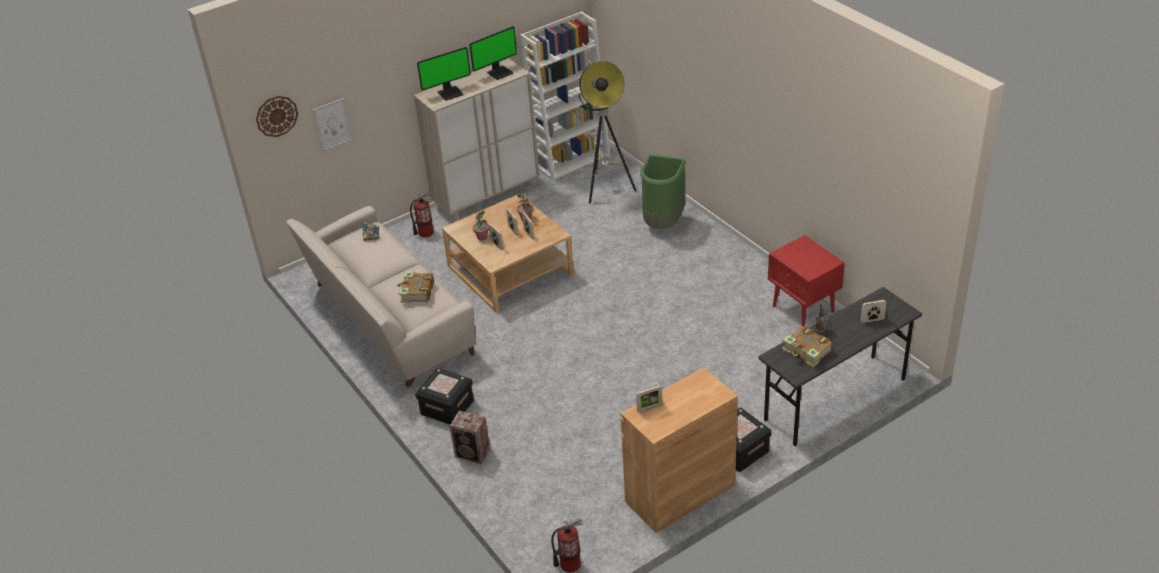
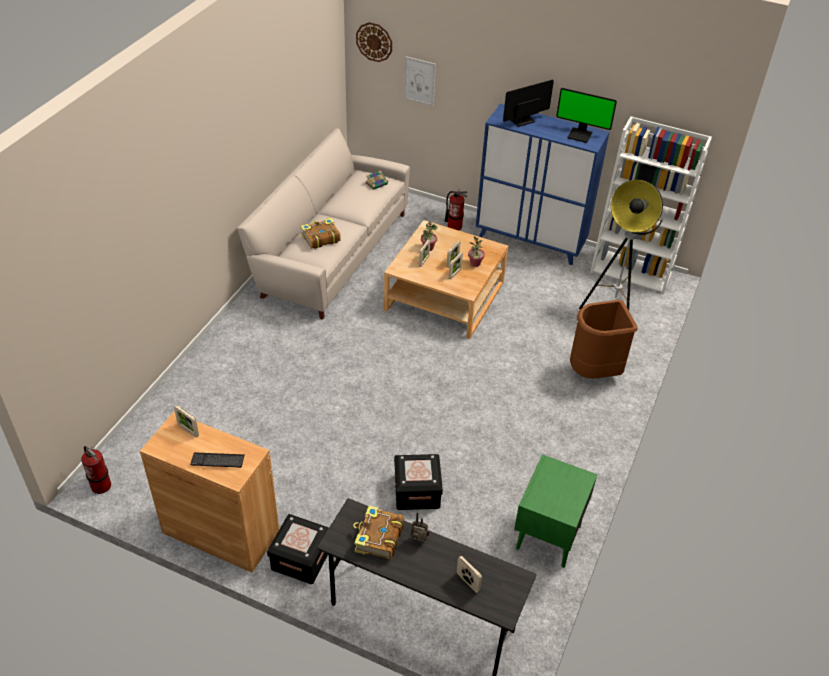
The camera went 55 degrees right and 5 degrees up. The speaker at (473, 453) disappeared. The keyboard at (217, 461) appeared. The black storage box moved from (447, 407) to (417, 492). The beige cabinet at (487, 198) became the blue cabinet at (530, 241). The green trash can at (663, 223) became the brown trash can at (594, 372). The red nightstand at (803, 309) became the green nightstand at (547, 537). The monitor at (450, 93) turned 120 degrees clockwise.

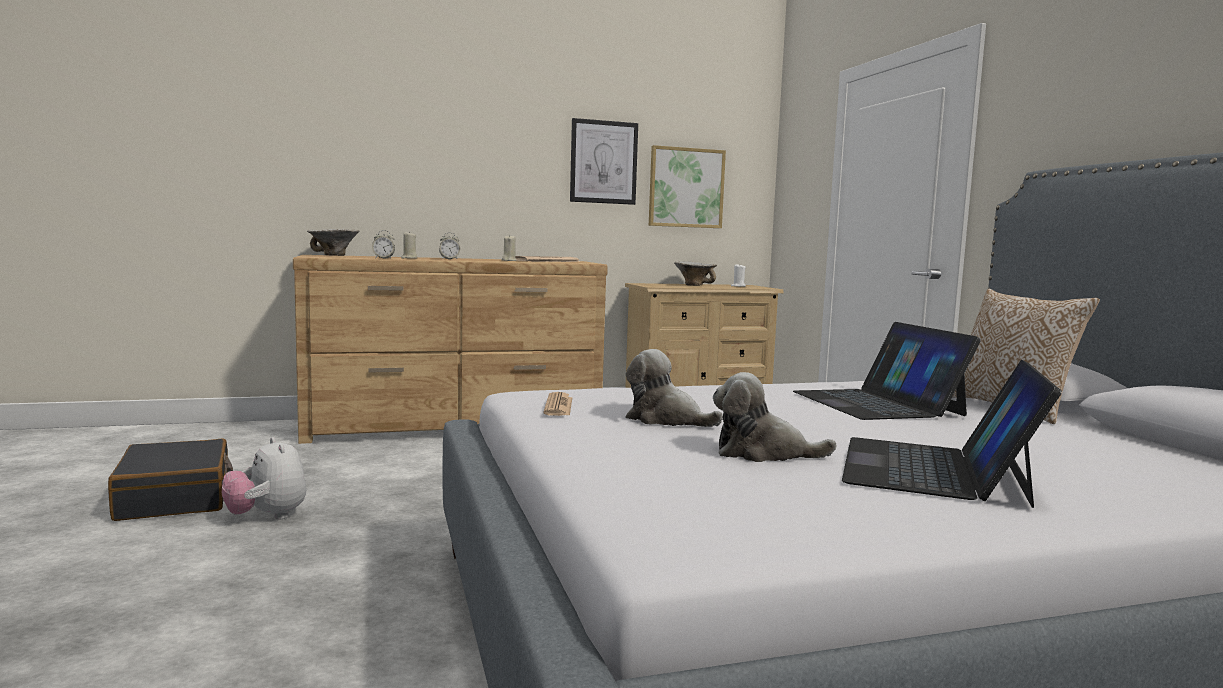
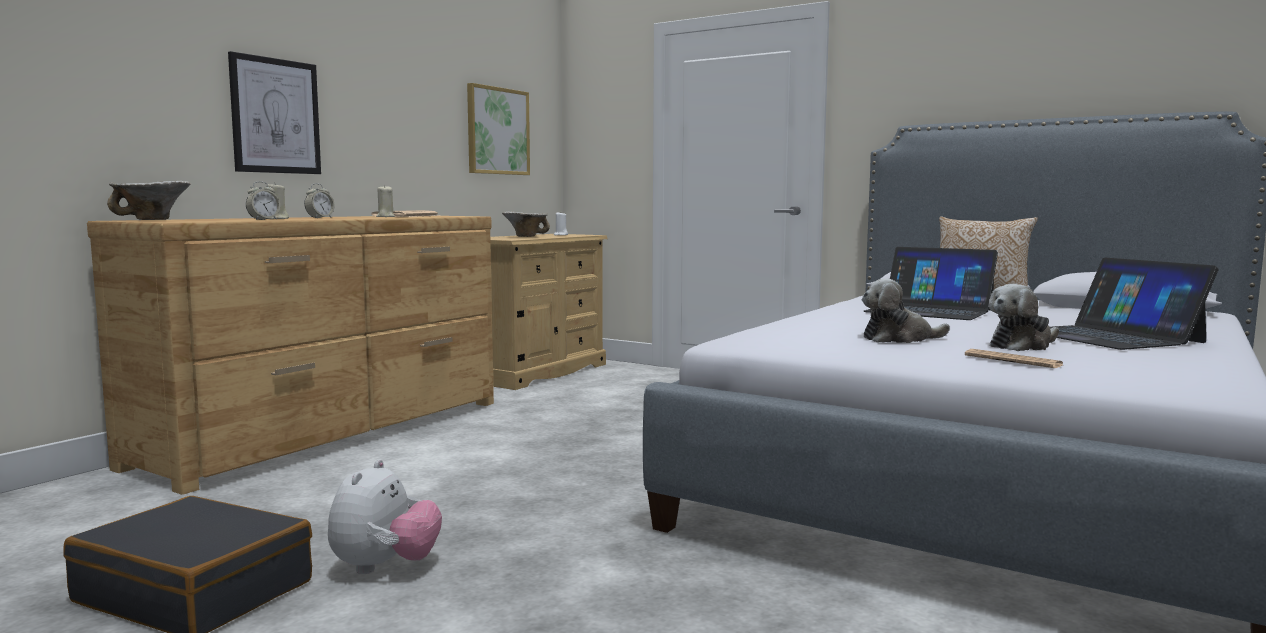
The camera went 40 degrees left and 0 degrees up. The newspaper moved from (558, 406) to (1013, 360). The picture moved from (603, 162) to (275, 116). The plush toy at (267, 517) turned 90 degrees counterclockwise.

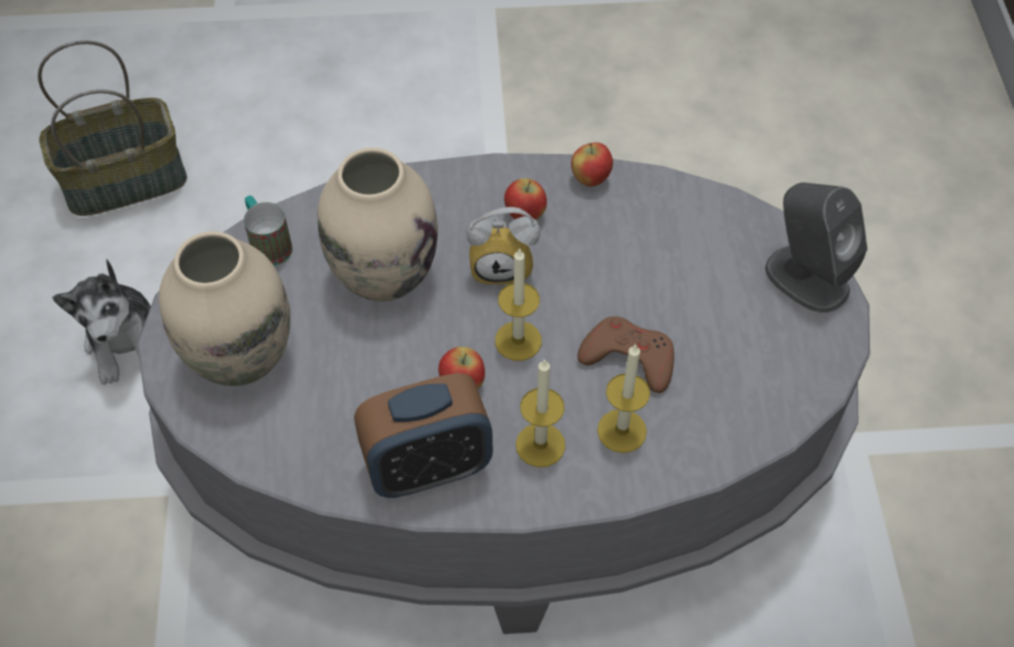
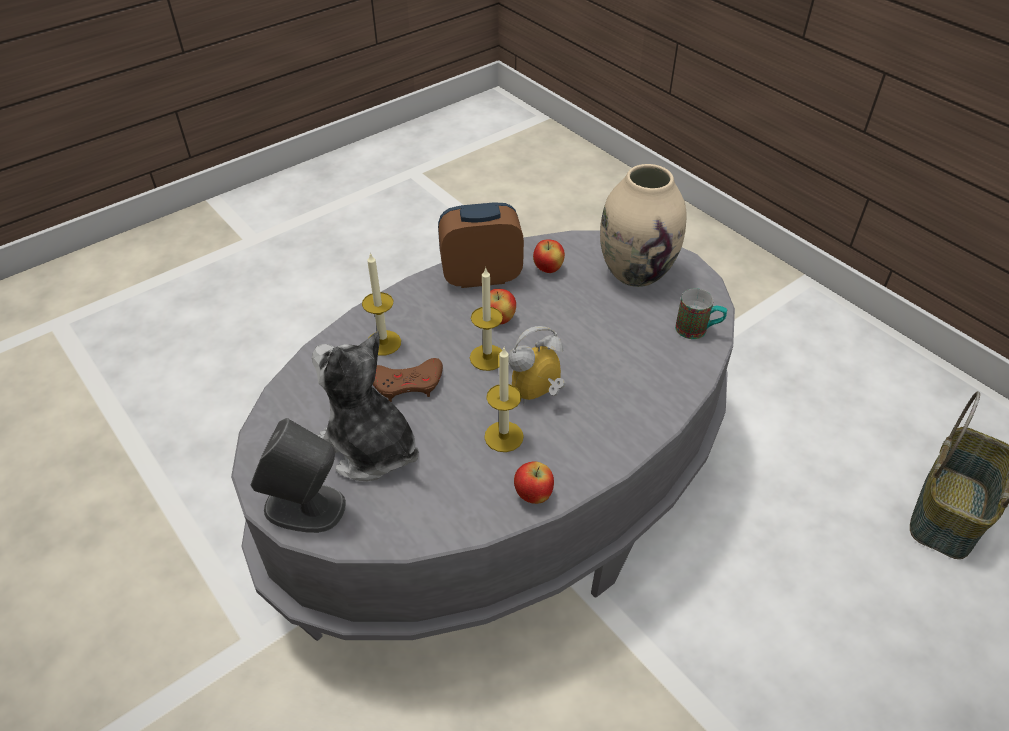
The camera went 145 degrees right and 10 degrees down. The beige vase at (384, 274) disappeared. The plush toy moved from (127, 341) to (369, 447). The apple moved from (525, 215) to (548, 269). The candle moved from (540, 445) to (504, 436). The alarm clock at (428, 467) turned 45 degrees clockwise.

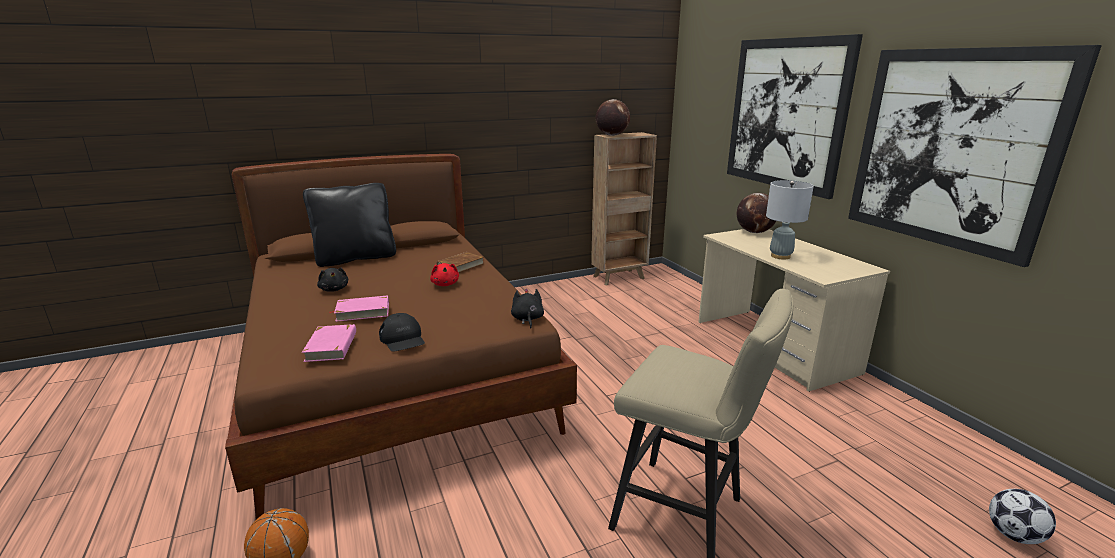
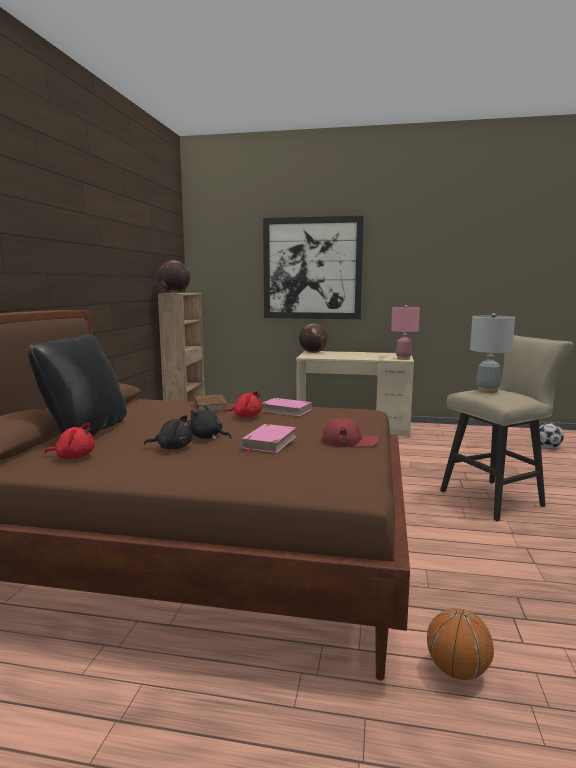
The camera went 55 degrees left and 10 degrees down. The picture at (951, 149) disappeared. The red plush toy at (74, 457) appeared. The pink table lamp at (403, 358) appeared. The pink book moved from (332, 346) to (286, 410). The black plush toy moved from (527, 319) to (207, 437). The grey table lamp moved from (780, 256) to (487, 390). The black cap at (403, 339) became the red cap at (350, 441).

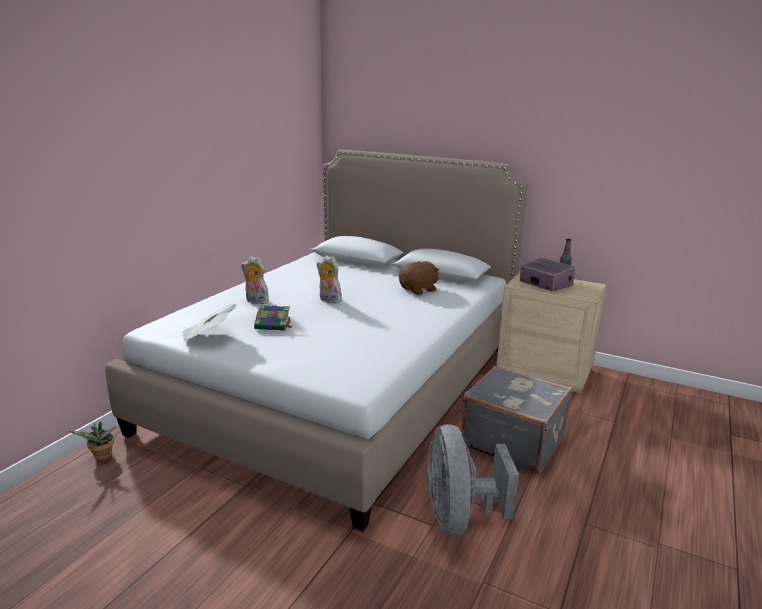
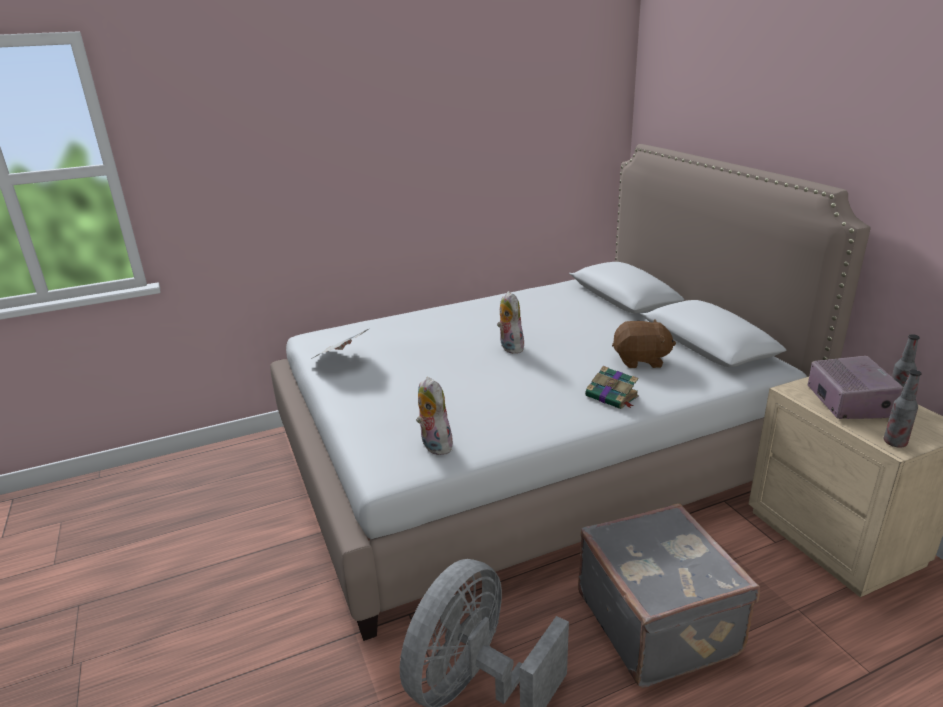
The camera went 40 degrees right and 5 degrees up. The potted plant at (102, 458) disappeared. The bottle at (894, 443) appeared. The plush toy moved from (255, 301) to (433, 445). The book moved from (273, 325) to (612, 397).

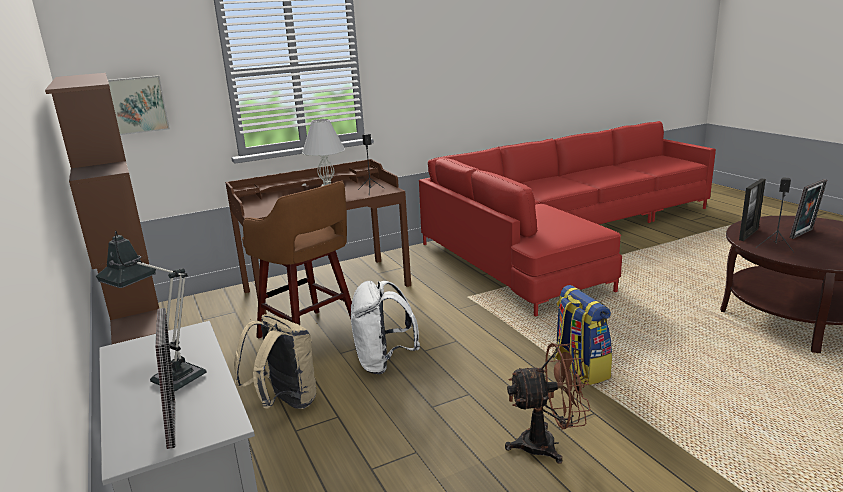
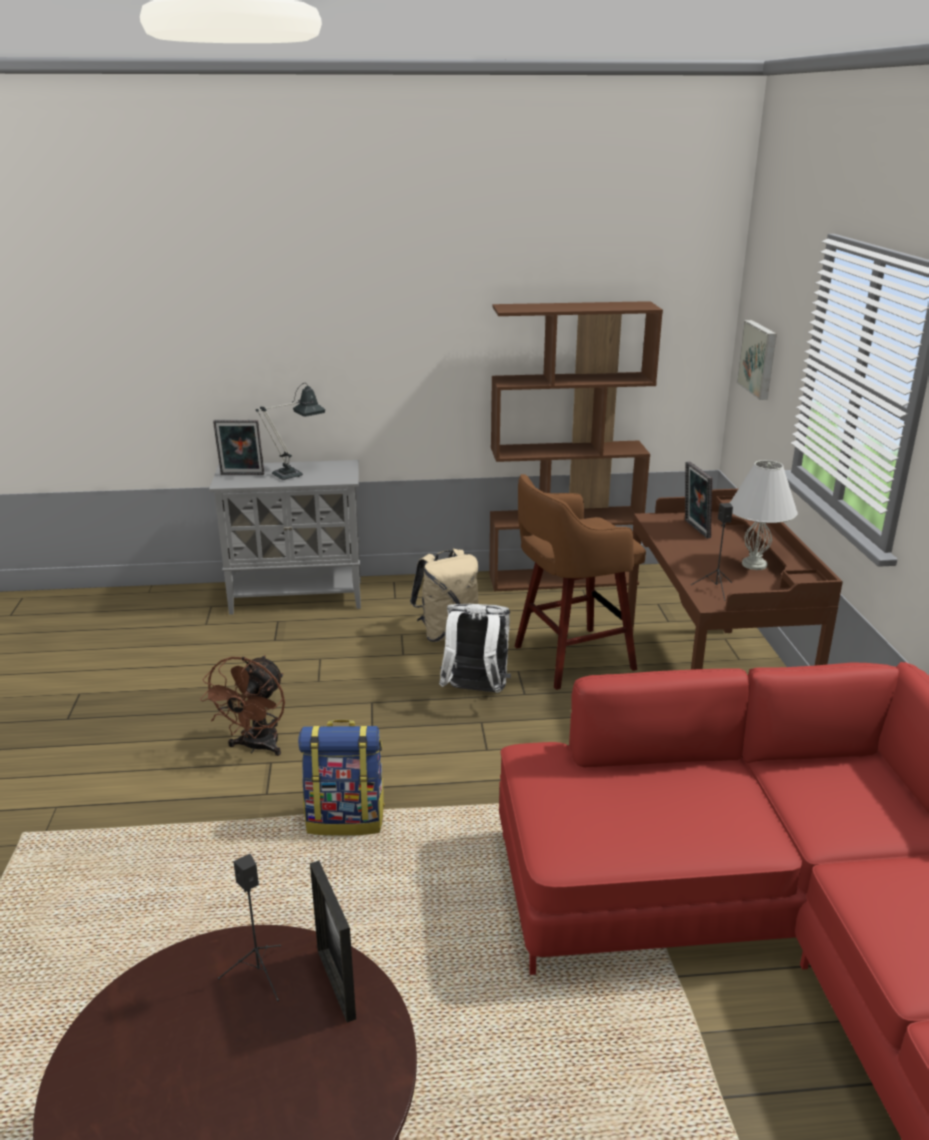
The camera went 110 degrees right and 5 degrees up. The picture frame moved from (803, 234) to (694, 529).

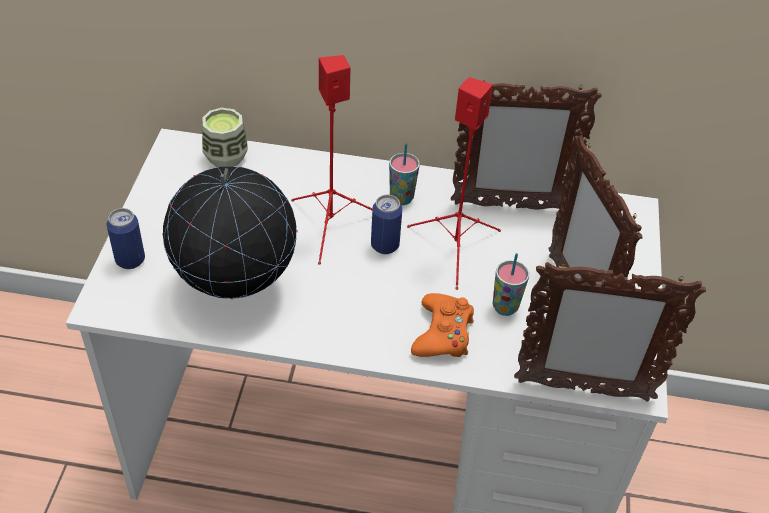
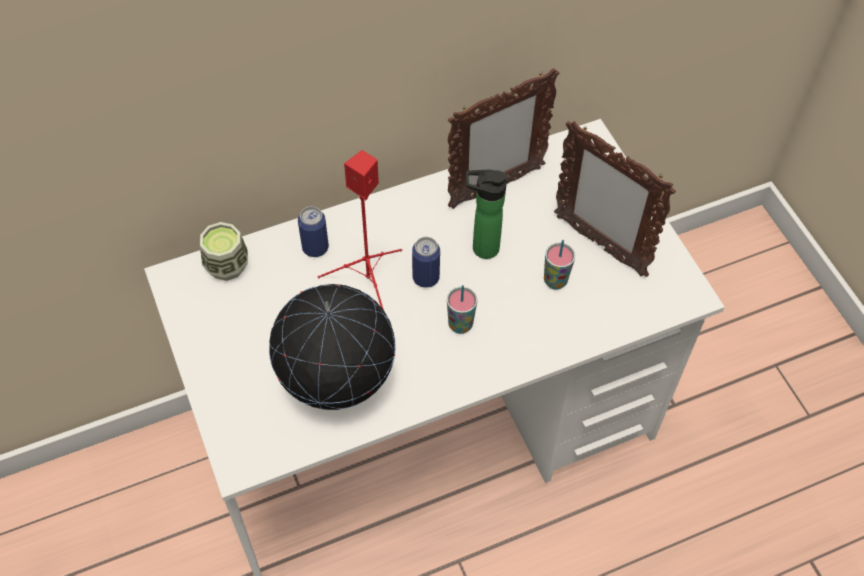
The camera went 30 degrees left and 10 degrees up. The orange game controller at (443, 334) disappeared. The picture frame at (582, 389) disappeared. The can moved from (130, 260) to (315, 248). The cup moved from (401, 198) to (460, 325). The red speaker at (455, 247) was replaced by the bottle at (481, 248).

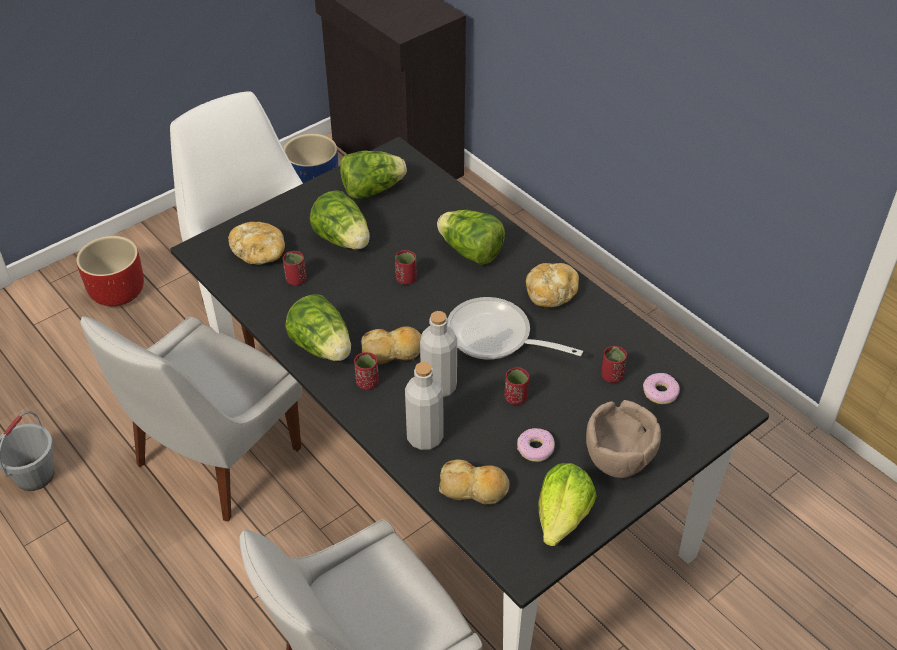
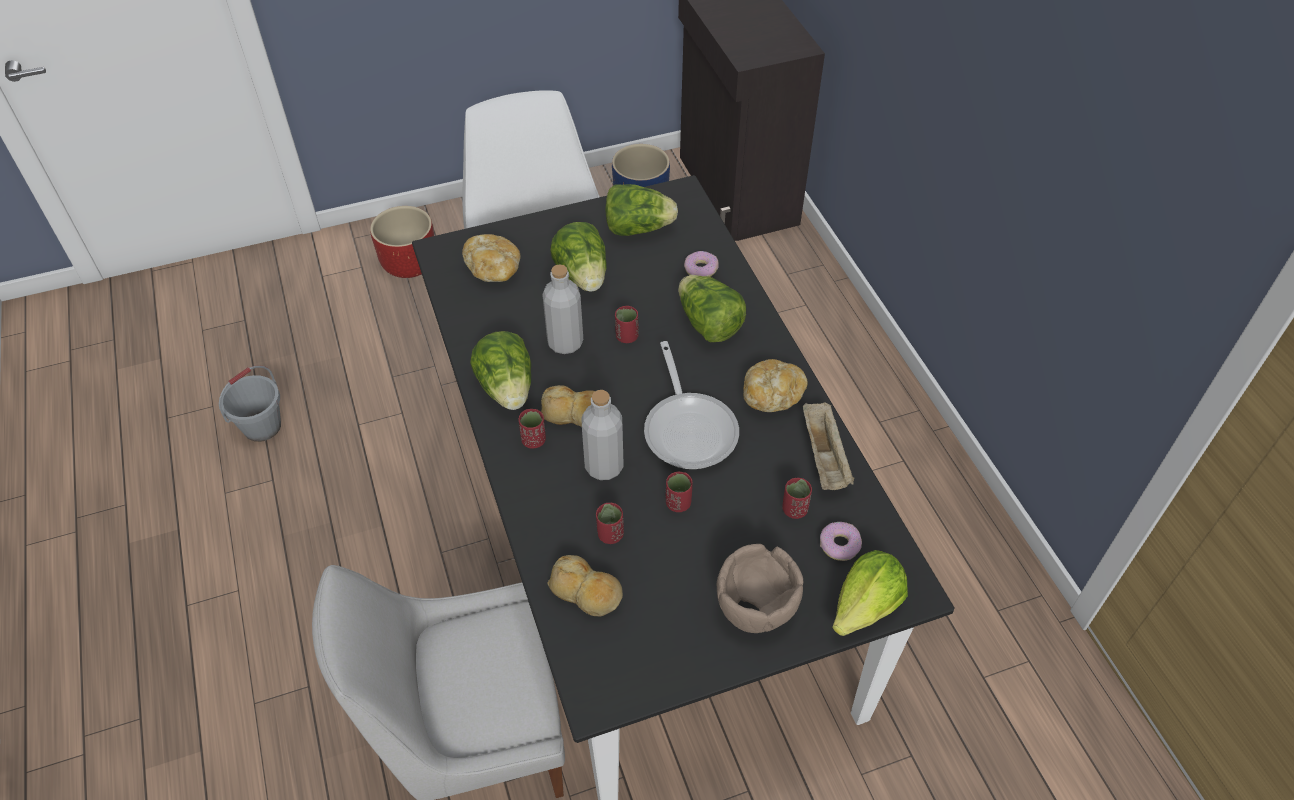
The camera went 20 degrees right and 5 degrees up. The white chair at (214, 461) disappeared. The beige tray at (825, 457) appeared. The red cup moved from (296, 279) to (610, 534). The grey bottle moved from (425, 437) to (565, 342). The donut moved from (535, 449) to (700, 269). The lettuce moved from (563, 517) to (865, 607). The frying pan at (495, 337) turned 150 degrees counterclockwise.

